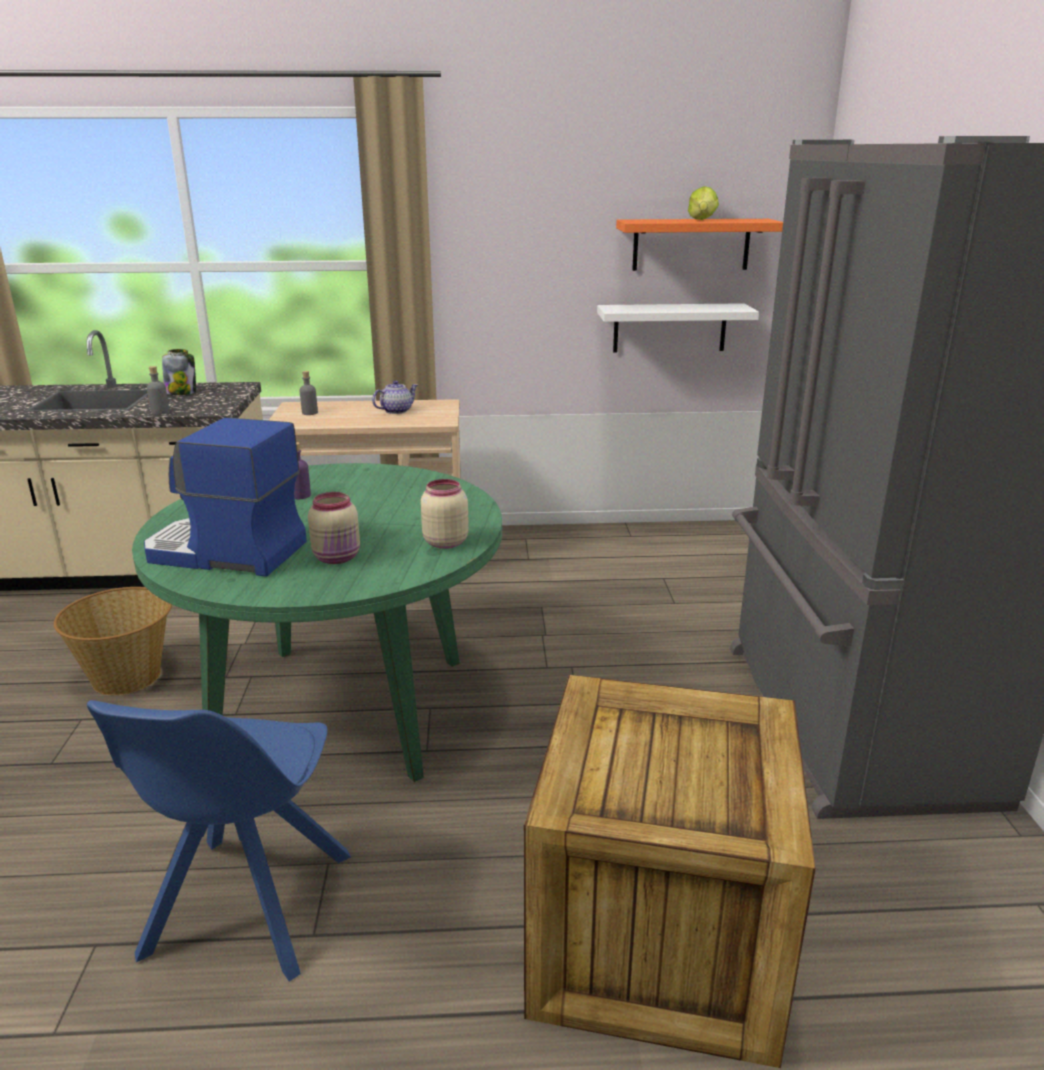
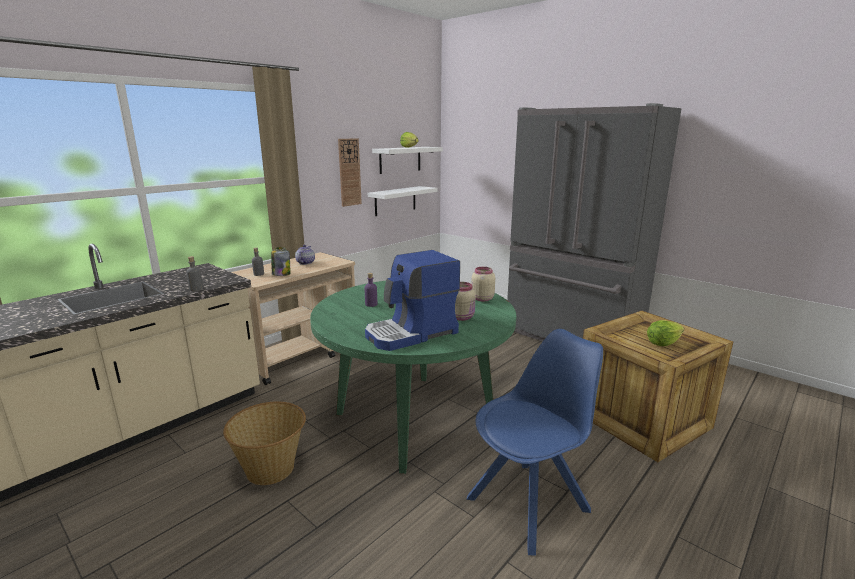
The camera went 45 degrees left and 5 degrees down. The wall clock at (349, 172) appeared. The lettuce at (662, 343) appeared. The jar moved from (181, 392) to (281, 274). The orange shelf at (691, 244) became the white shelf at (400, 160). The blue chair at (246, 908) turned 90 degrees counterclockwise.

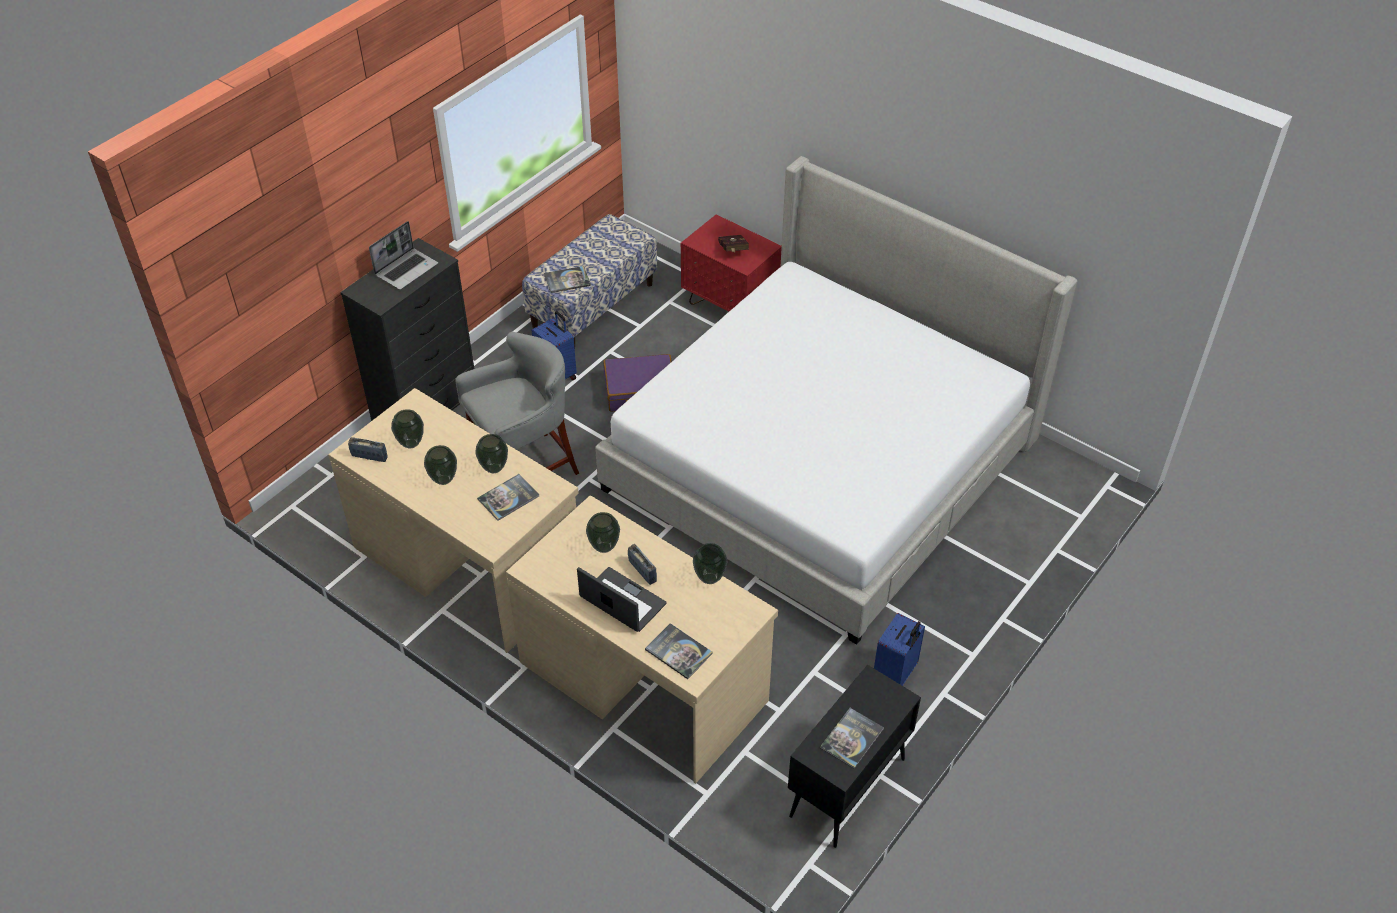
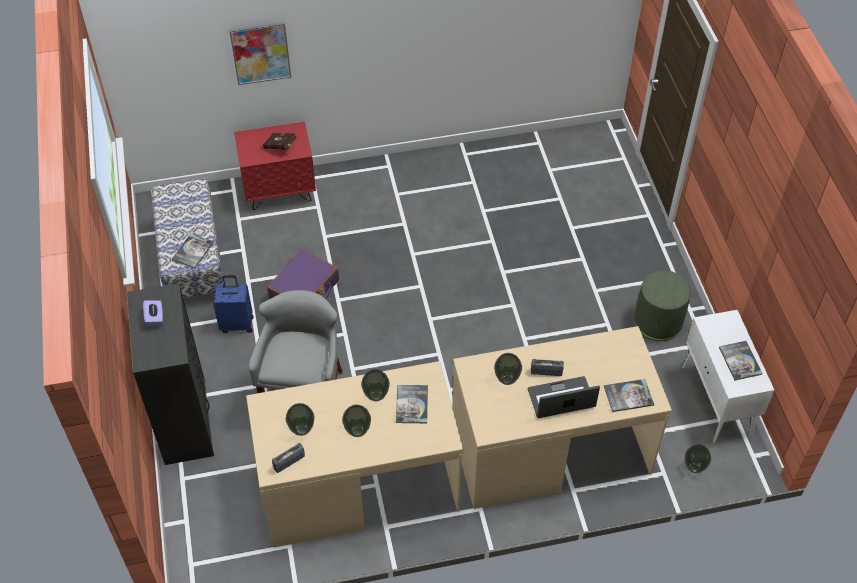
The camera went 50 degrees left and 5 degrees up. The bed at (821, 463) disappeared. The picture at (260, 53) appeared. The vase moved from (710, 579) to (694, 468). The laptop at (406, 269) was replaced by the purple tissue box at (155, 318). The blue suitcase at (895, 675) was replaced by the green ottoman at (658, 322). The black cabinet at (847, 788) became the white cabinet at (717, 401).

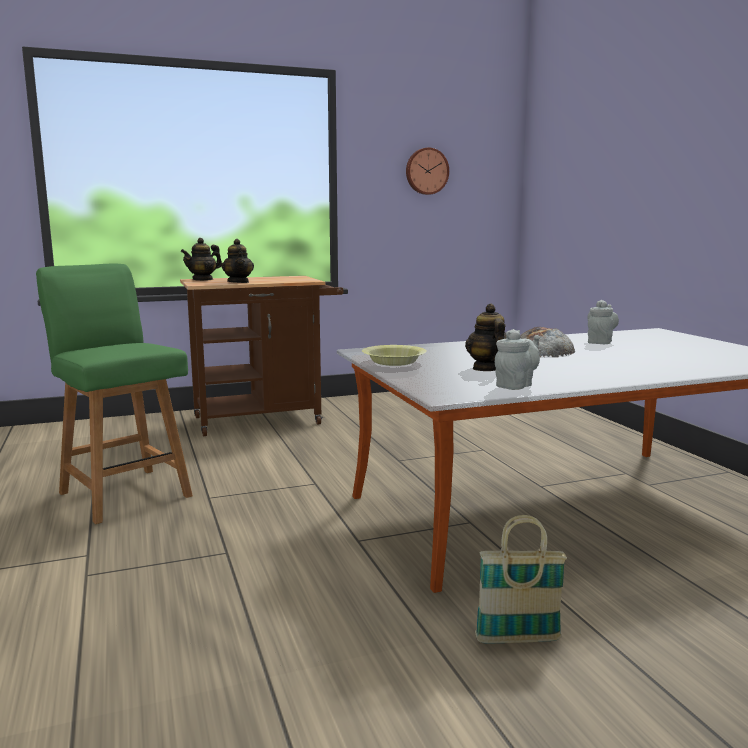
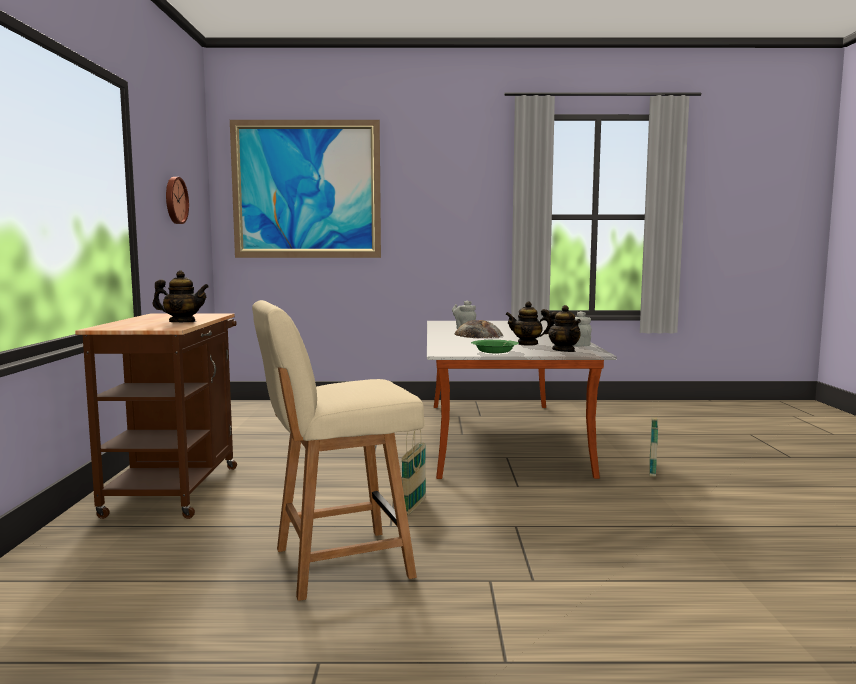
The camera went 70 degrees left and 5 degrees down. The picture at (306, 189) appeared. The basket at (414, 506) appeared. The teapot moved from (203, 279) to (564, 350). The green chair at (124, 493) became the beige chair at (339, 563). The yellow bowl at (394, 363) became the green bowl at (495, 351).

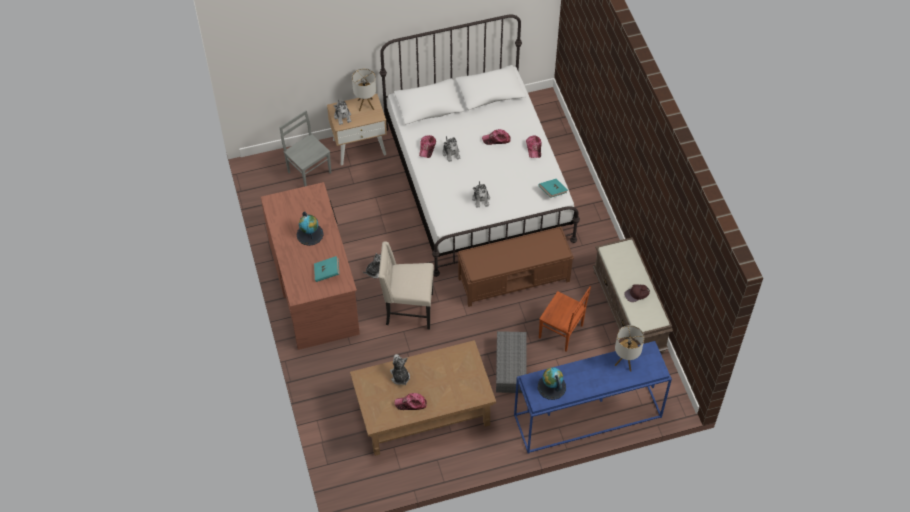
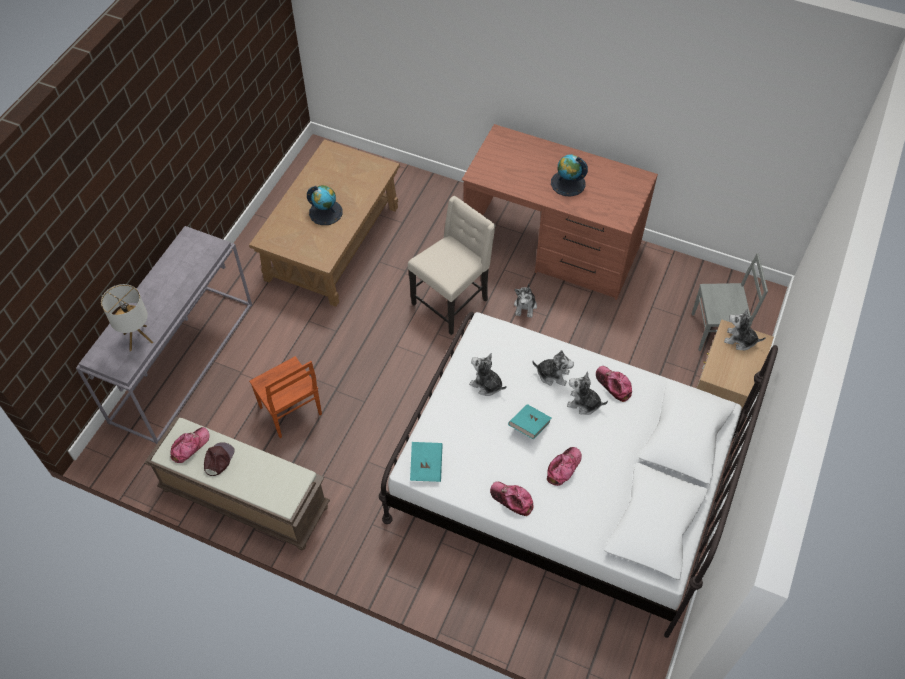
The camera went 130 degrees right and 0 degrees up. The table lamp at (366, 104) disappeared. The brown bench at (514, 279) disappeared. The grey storage box at (510, 366) disappeared. The turquoise book moved from (327, 273) to (529, 426). The plush toy moved from (400, 376) to (552, 374). The cap moved from (411, 404) to (190, 446). The globe moved from (551, 387) to (325, 212). The blue console table at (587, 417) became the grey console table at (182, 360). The brown chair at (561, 332) turned 105 degrees counterclockwise.

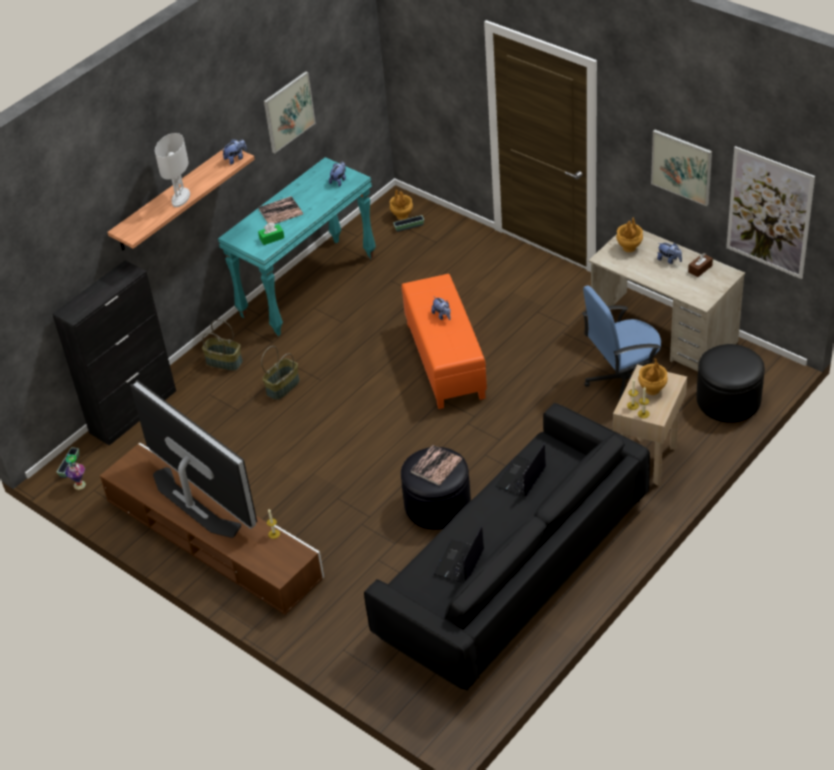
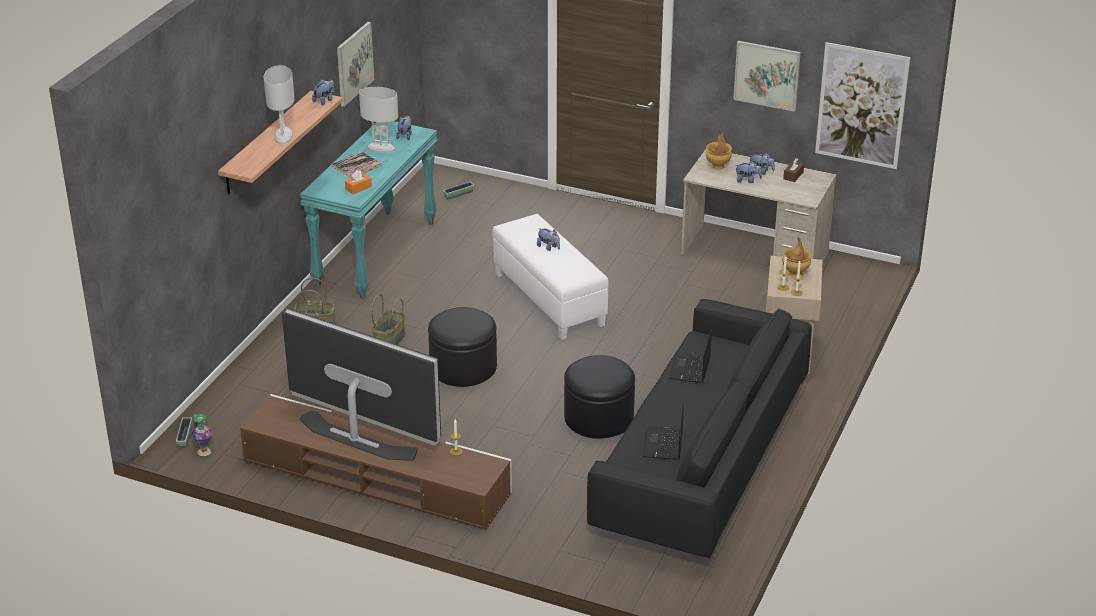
The camera went 20 degrees left and 10 degrees down. The black cabinet at (133, 411) disappeared. The brown vase at (401, 216) disappeared. The book at (436, 466) disappeared. The blue office chair at (622, 381) disappeared. The white table lamp at (381, 148) appeared. The plush toy at (747, 180) appeared. The black ottoman moved from (728, 400) to (463, 367). The green tissue box at (272, 238) became the orange tissue box at (358, 188). The orange ottoman at (446, 360) became the white ottoman at (550, 299).

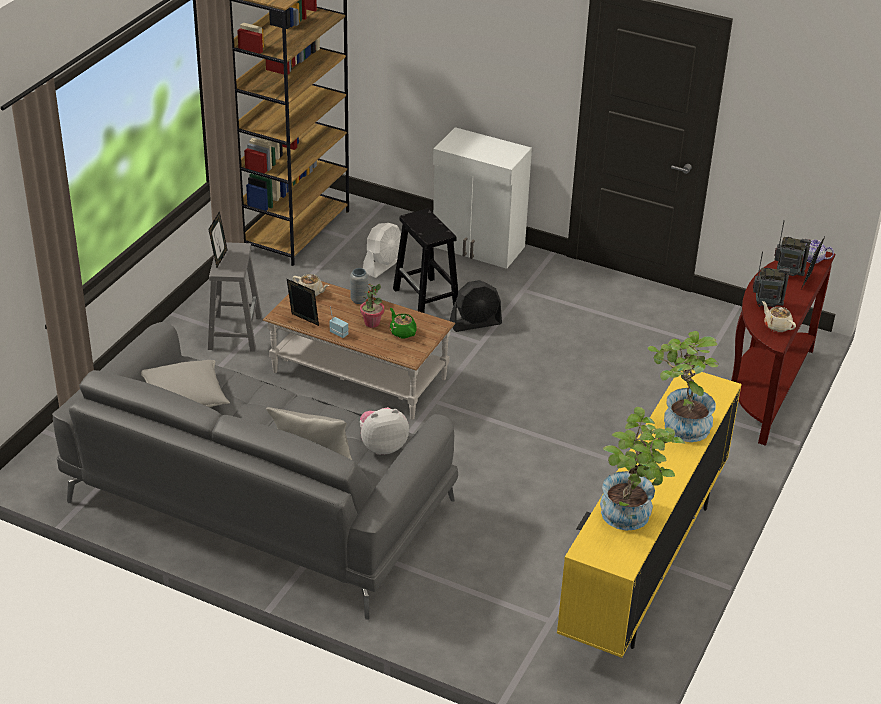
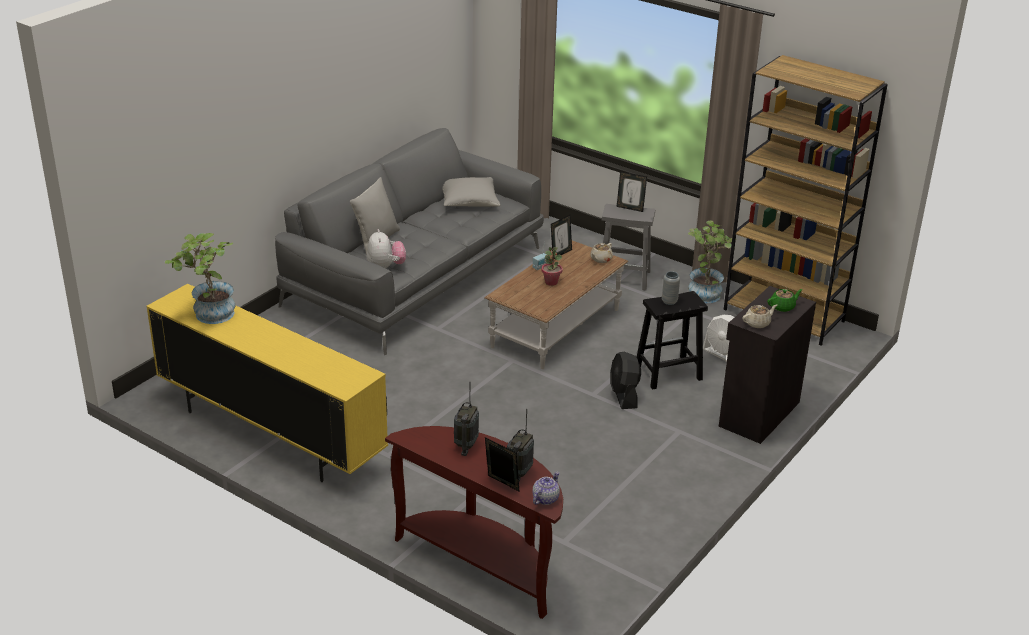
The camera went 100 degrees right and 5 degrees down. The grey vase moved from (359, 300) to (669, 301). The green teapot moved from (402, 332) to (783, 307). The potted plant moved from (679, 426) to (706, 292). The beige teapot moved from (776, 326) to (758, 323). The white cabinet at (478, 247) became the black cabinet at (757, 414).

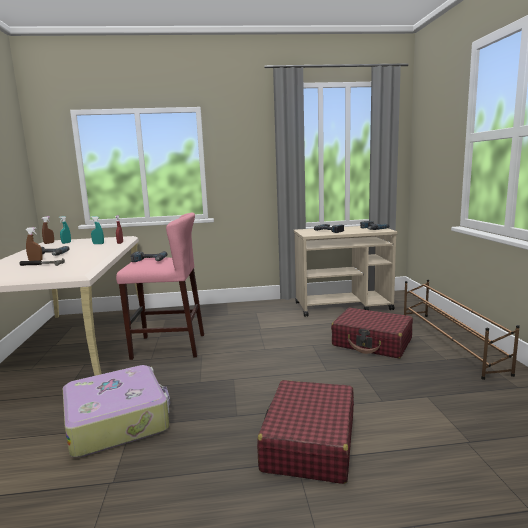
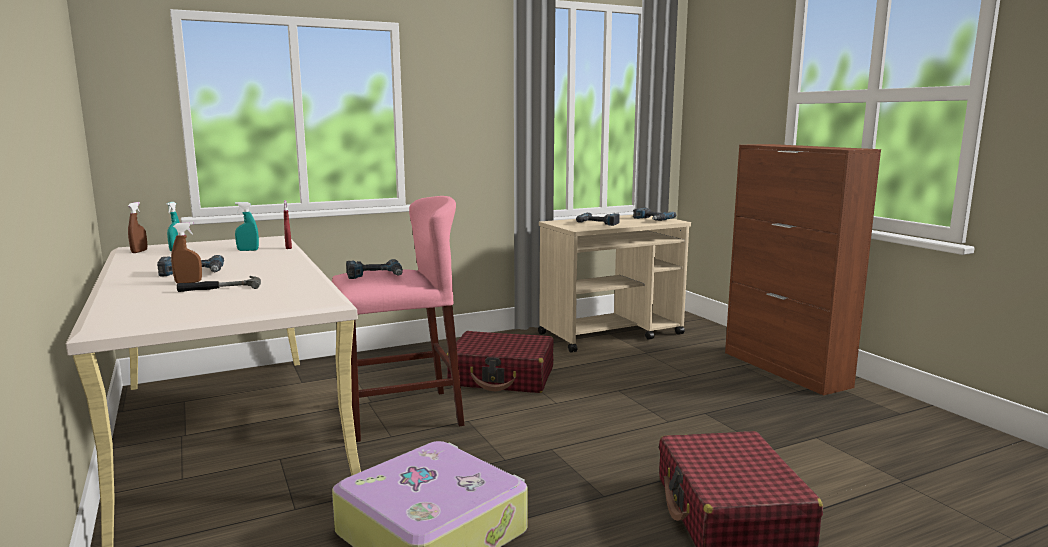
The camera went 20 degrees left and 0 degrees up. The red suitcase moved from (372, 342) to (502, 377). The brown shoe rack at (449, 342) was replaced by the brown cabinet at (785, 369).

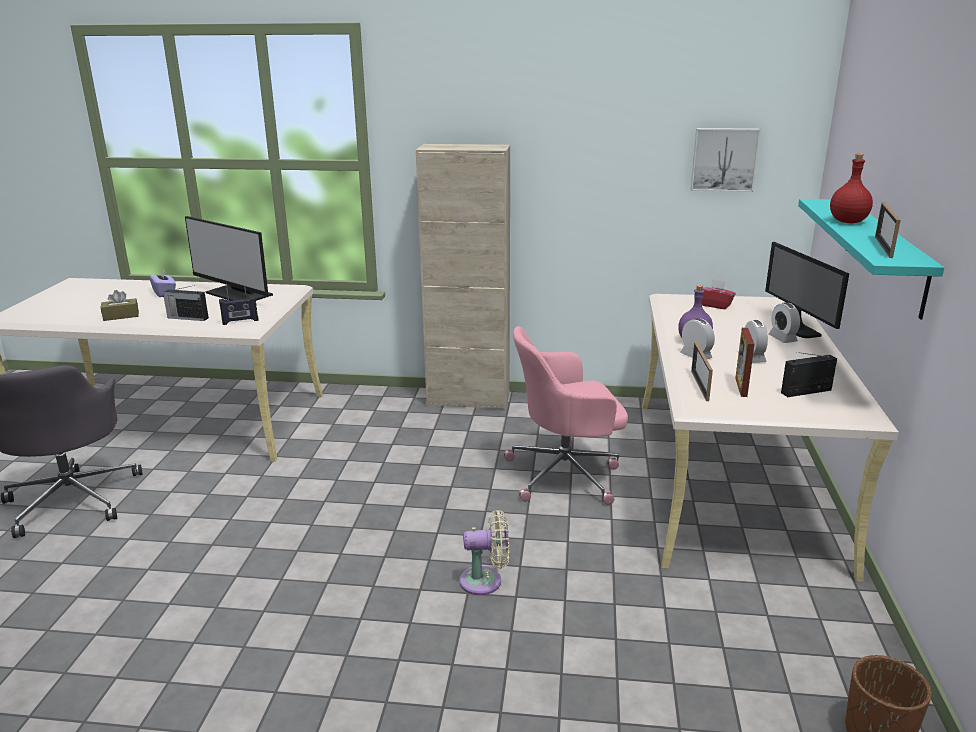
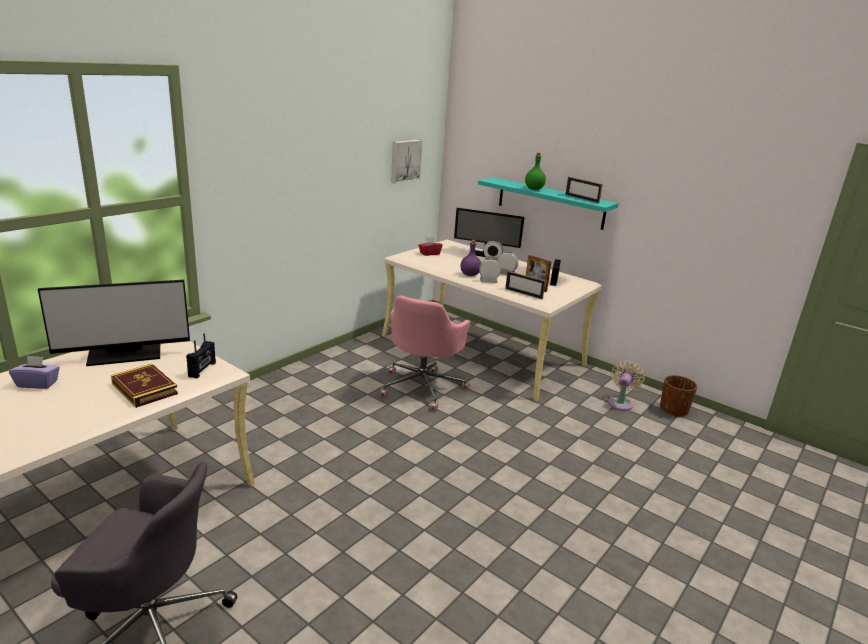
The camera went 60 degrees left and 0 degrees up. The brown tissue box at (121, 316) disappeared. The beige cabinet at (468, 400) disappeared. The beige fan moved from (485, 581) to (620, 403). The radio at (187, 318) was replaced by the book at (144, 388). The red bottle at (847, 221) became the green bottle at (533, 189).

